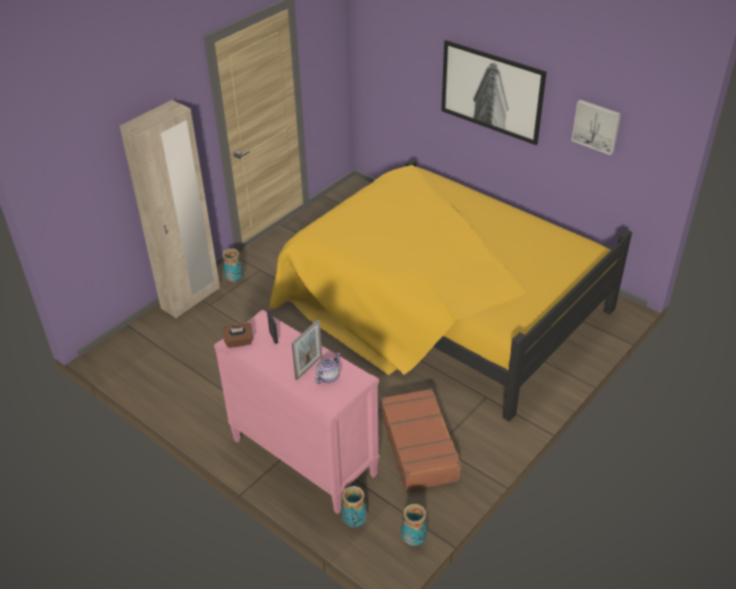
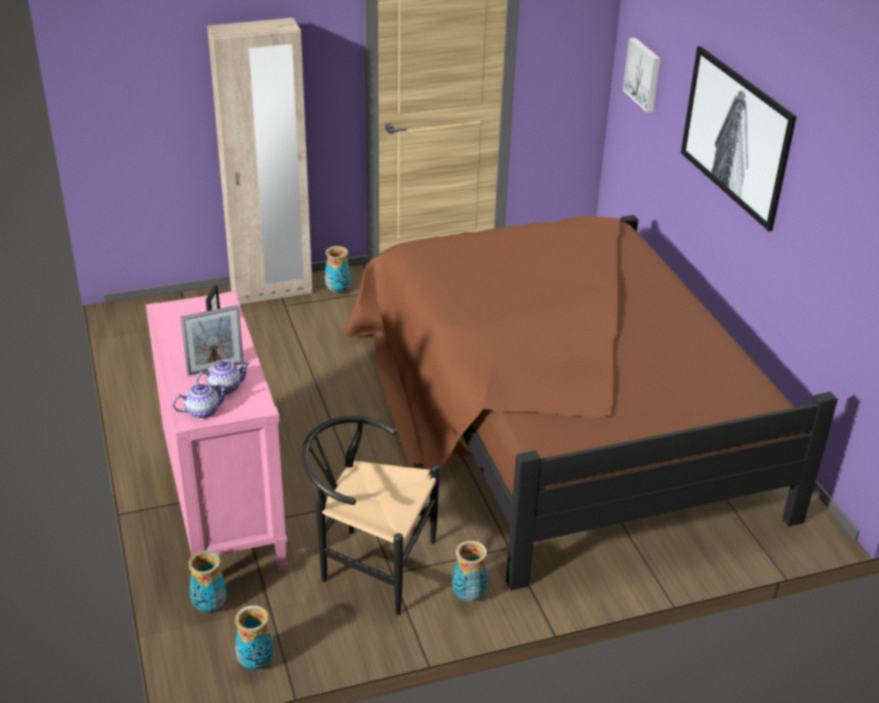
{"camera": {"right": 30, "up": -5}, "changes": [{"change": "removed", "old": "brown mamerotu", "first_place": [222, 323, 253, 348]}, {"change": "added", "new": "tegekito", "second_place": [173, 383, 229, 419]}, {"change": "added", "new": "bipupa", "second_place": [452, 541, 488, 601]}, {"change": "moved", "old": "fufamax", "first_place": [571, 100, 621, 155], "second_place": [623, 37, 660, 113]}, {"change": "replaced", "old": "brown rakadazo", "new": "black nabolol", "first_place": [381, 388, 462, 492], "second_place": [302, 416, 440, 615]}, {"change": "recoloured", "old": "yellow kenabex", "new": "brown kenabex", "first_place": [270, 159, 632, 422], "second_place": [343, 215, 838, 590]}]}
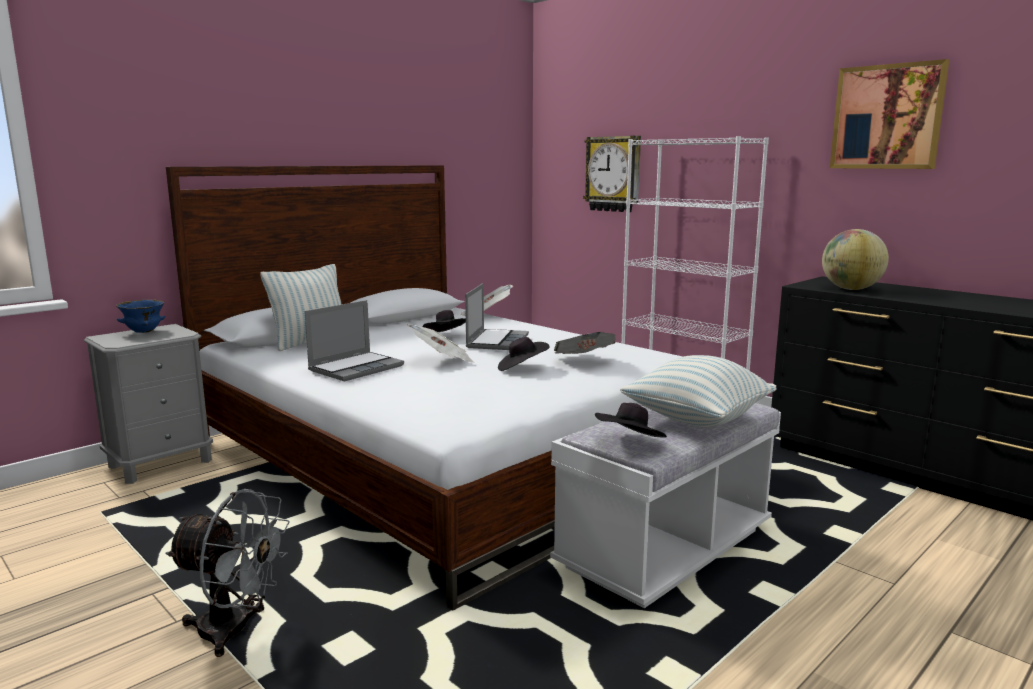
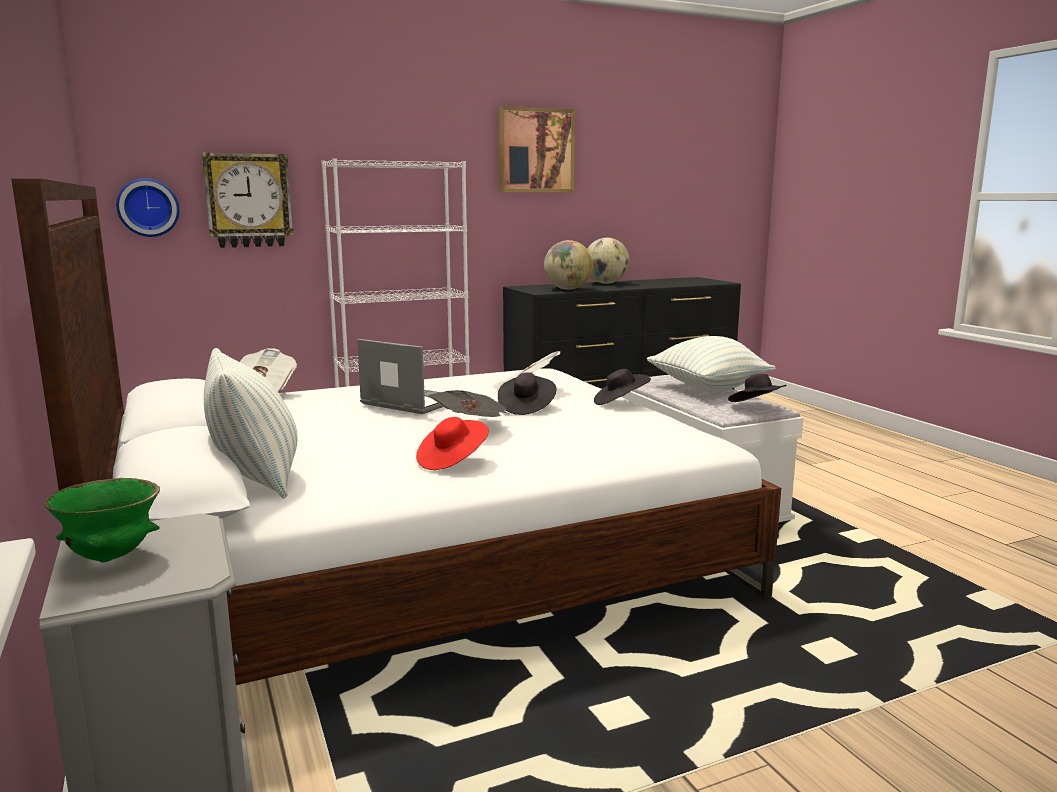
{"camera": {"right": -70, "up": 0}, "changes": [{"change": "removed", "old": "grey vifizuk", "first_place": [166, 489, 290, 657]}, {"change": "added", "new": "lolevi", "second_place": [116, 178, 180, 237]}, {"change": "added", "new": "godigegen", "second_place": [587, 238, 630, 284]}, {"change": "moved", "old": "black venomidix", "first_place": [422, 310, 466, 332], "second_place": [594, 369, 651, 405]}, {"change": "replaced", "old": "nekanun", "new": "red venomidix", "first_place": [305, 300, 404, 382], "second_place": [416, 417, 489, 470]}, {"change": "recoloured", "old": "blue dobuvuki", "new": "green dobuvuki", "first_place": [116, 300, 165, 333], "second_place": [44, 478, 160, 563]}]}
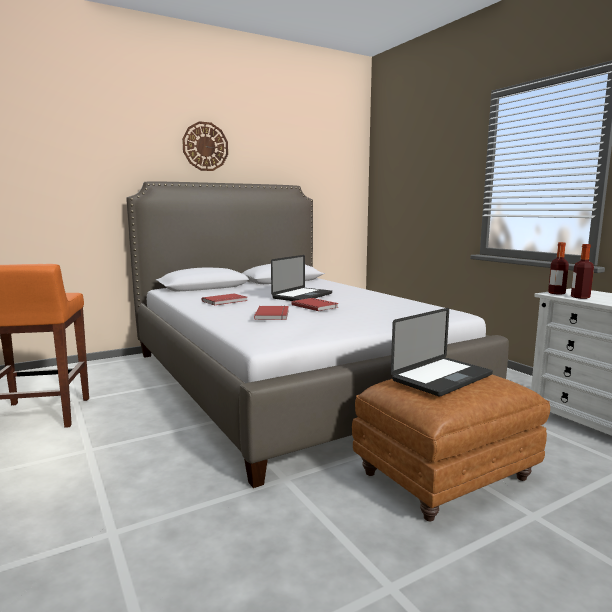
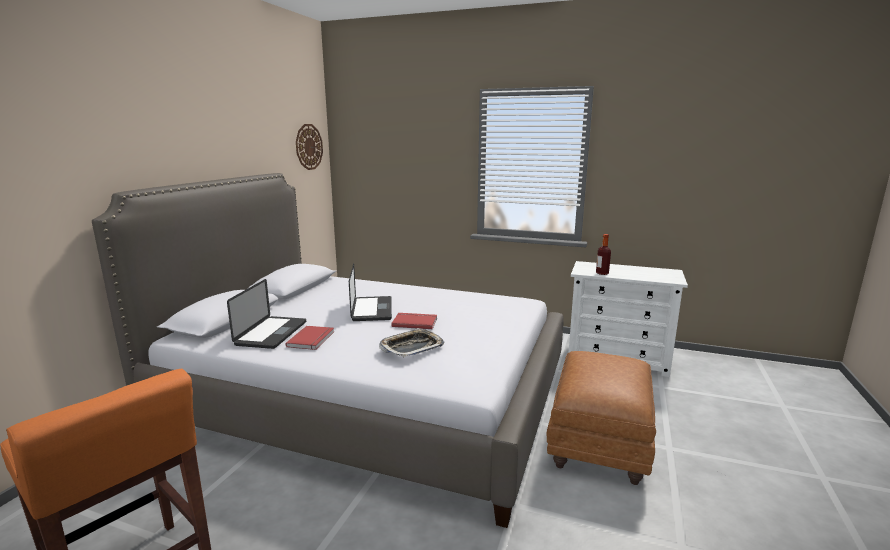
{"camera": {"right": -40, "up": 5}, "changes": [{"change": "removed", "old": "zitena", "first_place": [548, 242, 569, 295]}, {"change": "moved", "old": "lolevi", "first_place": [182, 121, 228, 171], "second_place": [296, 124, 323, 170]}, {"change": "moved", "old": "nekanun", "first_place": [391, 308, 493, 397], "second_place": [227, 279, 306, 349]}, {"change": "replaced", "old": "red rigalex", "new": "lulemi", "first_place": [254, 306, 289, 320], "second_place": [379, 328, 445, 357]}]}
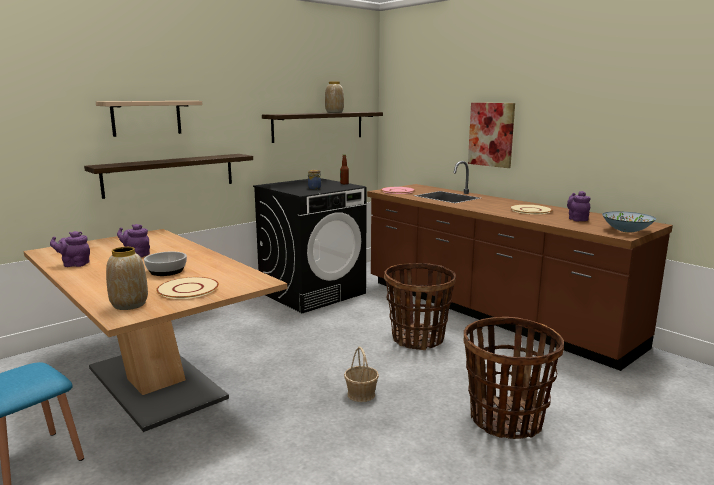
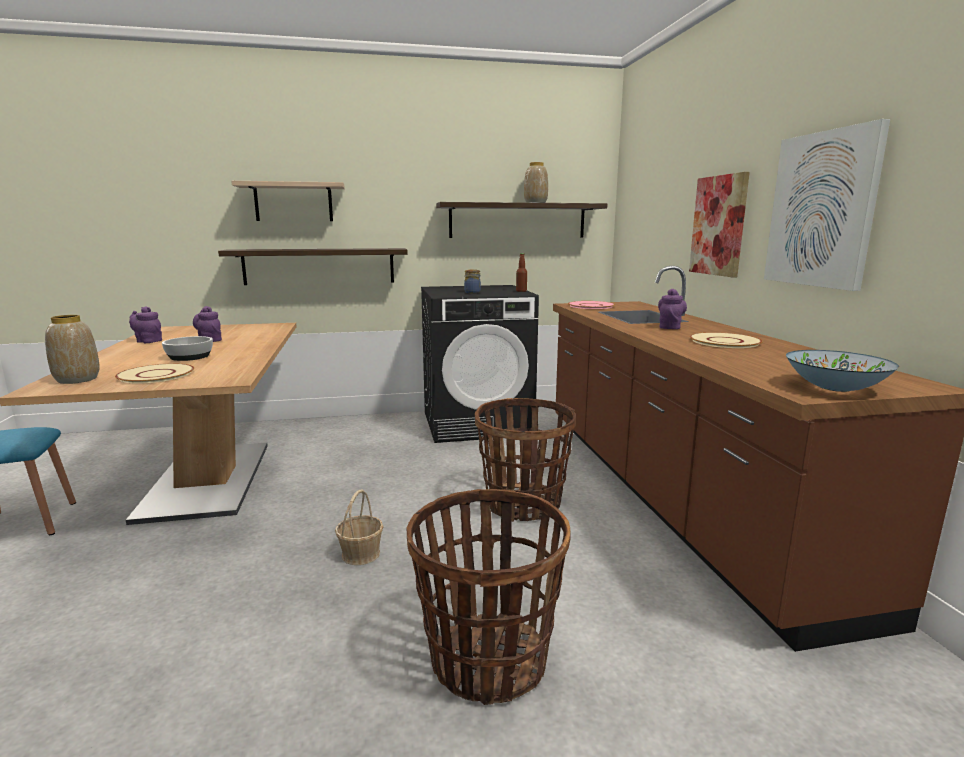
{"camera": {"right": 30, "up": 0}, "changes": [{"change": "added", "new": "fufamax", "second_place": [764, 119, 890, 291]}, {"change": "moved", "old": "purple tegekito", "first_place": [567, 191, 590, 221], "second_place": [658, 288, 687, 329]}]}
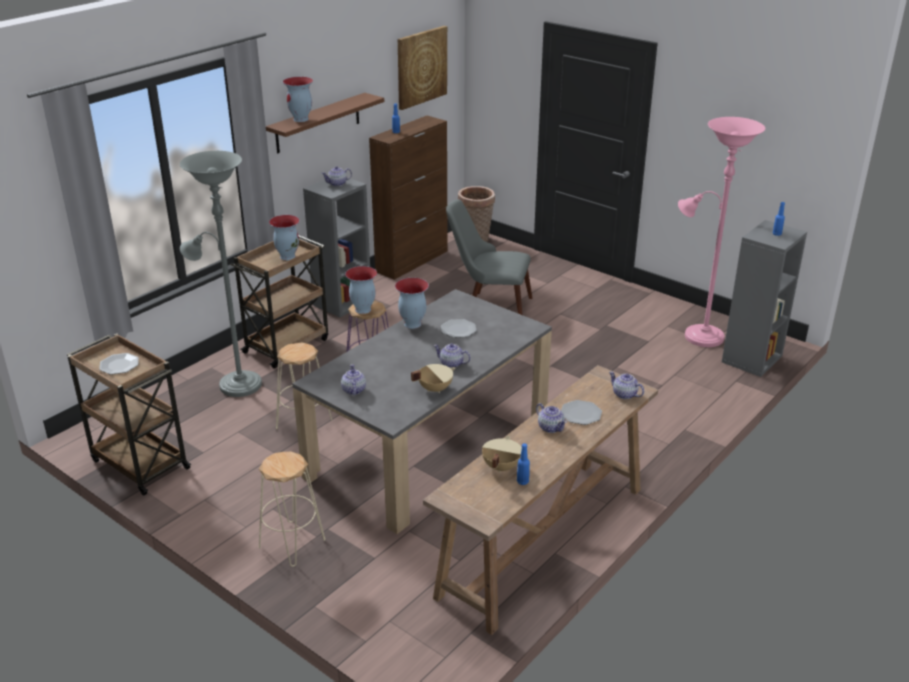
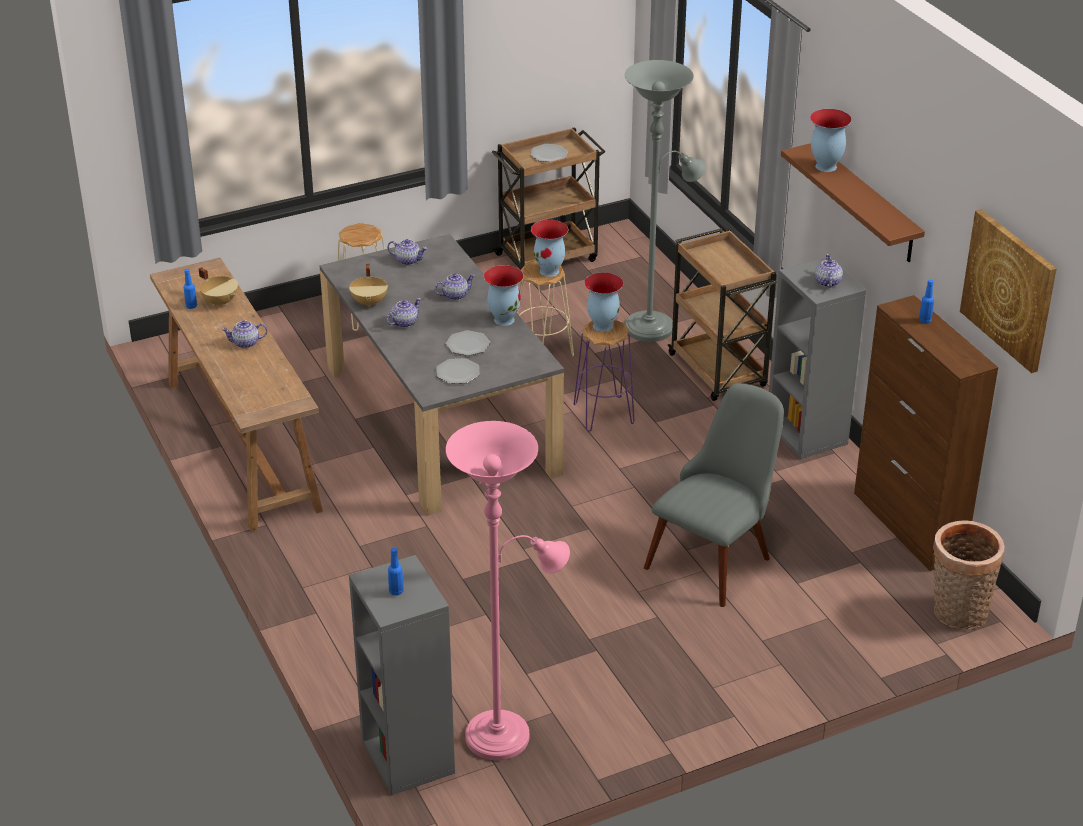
{"camera": {"right": 115, "up": 5}, "changes": [{"change": "moved", "old": "bipupa", "first_place": [269, 215, 300, 260], "second_place": [531, 220, 568, 277]}, {"change": "moved", "old": "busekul", "first_place": [561, 400, 602, 425], "second_place": [436, 358, 480, 384]}, {"change": "moved", "old": "tegekito", "first_place": [609, 371, 644, 399], "second_place": [434, 274, 475, 300]}]}
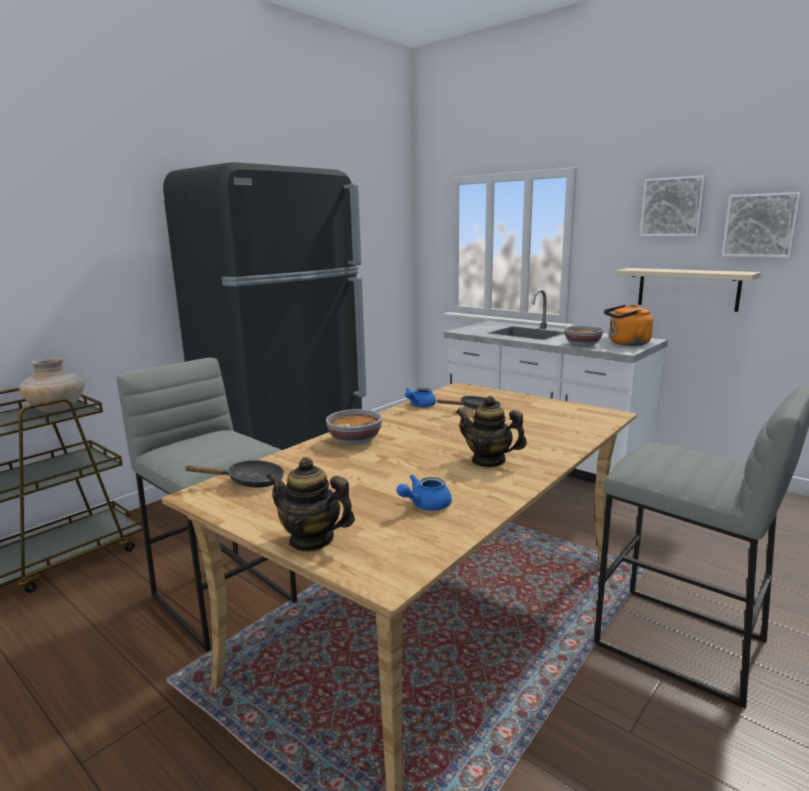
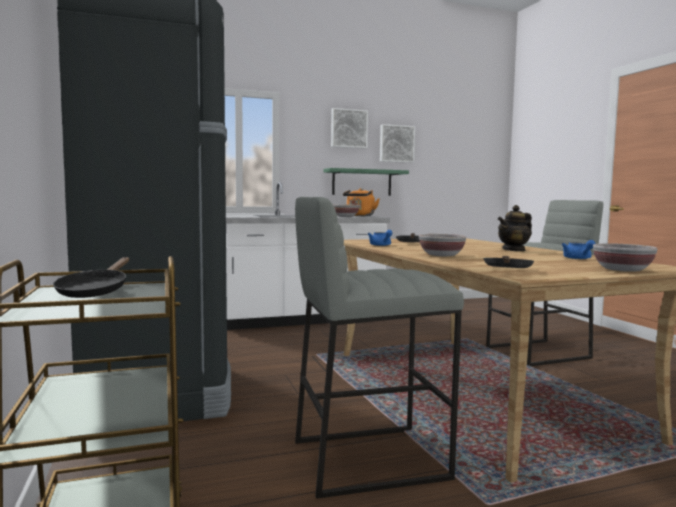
{"camera": {"right": -60, "up": -10}, "changes": [{"change": "replaced", "old": "beige bipupa", "new": "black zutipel", "first_place": [19, 358, 84, 412], "second_place": [53, 257, 129, 298]}, {"change": "replaced", "old": "tegekito", "new": "dobuvuki", "first_place": [266, 457, 355, 552], "second_place": [593, 243, 657, 272]}, {"change": "recoloured", "old": "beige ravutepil", "new": "green ravutepil", "first_place": [615, 268, 761, 312], "second_place": [323, 168, 409, 196]}]}
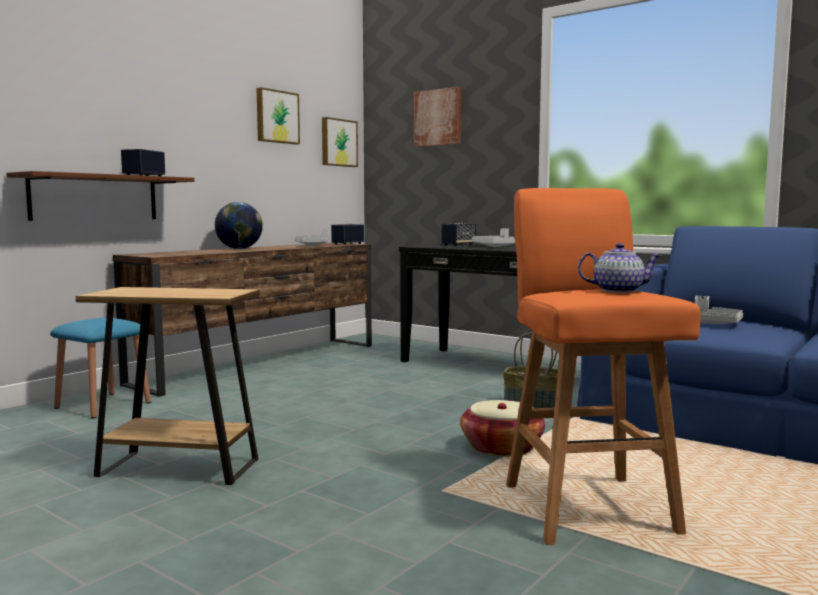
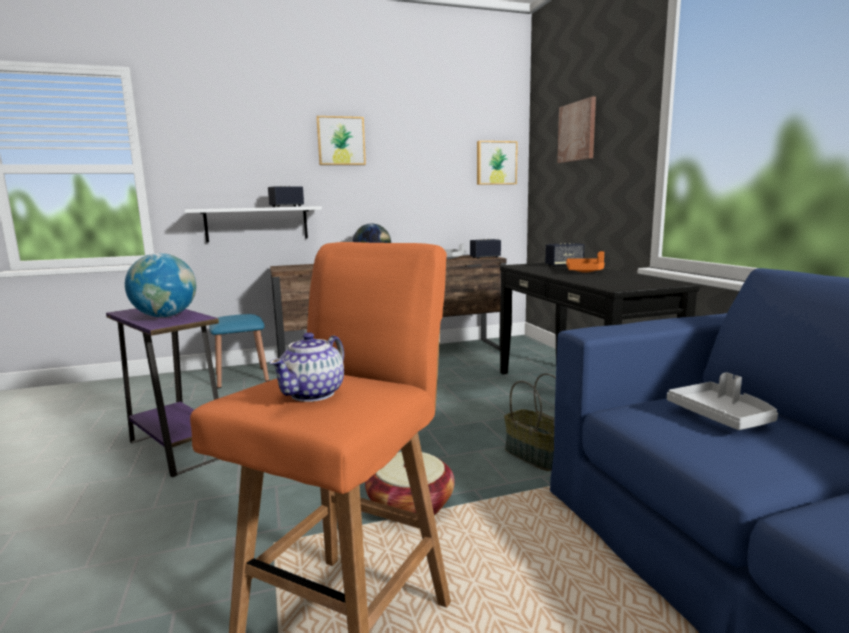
{"camera": {"right": 35, "up": 5}, "changes": [{"change": "added", "new": "godigegen", "second_place": [125, 253, 196, 317]}, {"change": "moved", "old": "fufamax", "first_place": [256, 87, 300, 145], "second_place": [316, 116, 366, 165]}, {"change": "recoloured", "old": "brown ravutepil", "new": "white ravutepil", "first_place": [6, 171, 195, 221], "second_place": [184, 206, 322, 242]}, {"change": "recoloured", "old": "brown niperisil", "new": "purple niperisil", "first_place": [76, 287, 260, 485], "second_place": [106, 308, 219, 477]}, {"change": "recoloured", "old": "grey lulemi", "new": "orange lulemi", "first_place": [472, 228, 515, 247], "second_place": [566, 251, 605, 273]}, {"change": "turned", "old": "tegekito", "first_place": [578, 243, 662, 293], "second_place": [270, 332, 344, 402], "degrees": 75}]}
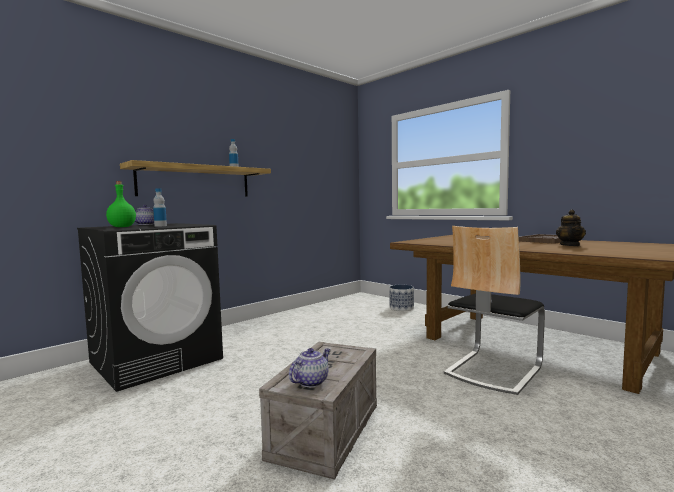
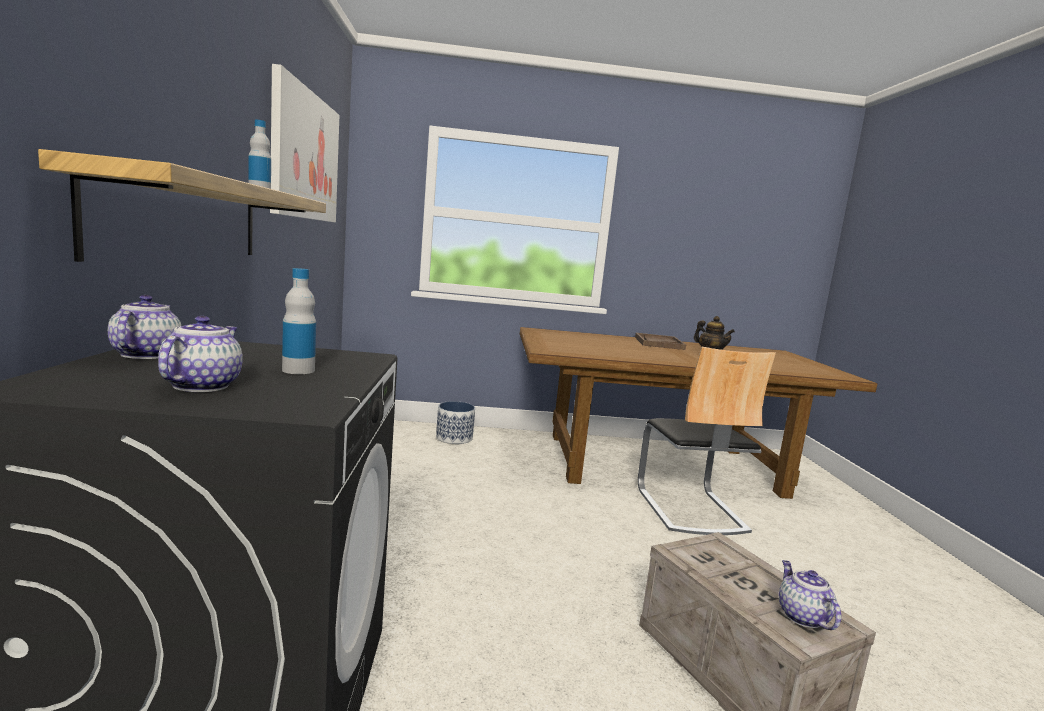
{"camera": {"right": -50, "up": 5}, "changes": [{"change": "added", "new": "fufamax", "second_place": [270, 64, 339, 222]}, {"change": "replaced", "old": "green zitena", "new": "tegekito", "first_place": [106, 181, 136, 227], "second_place": [158, 316, 243, 392]}]}
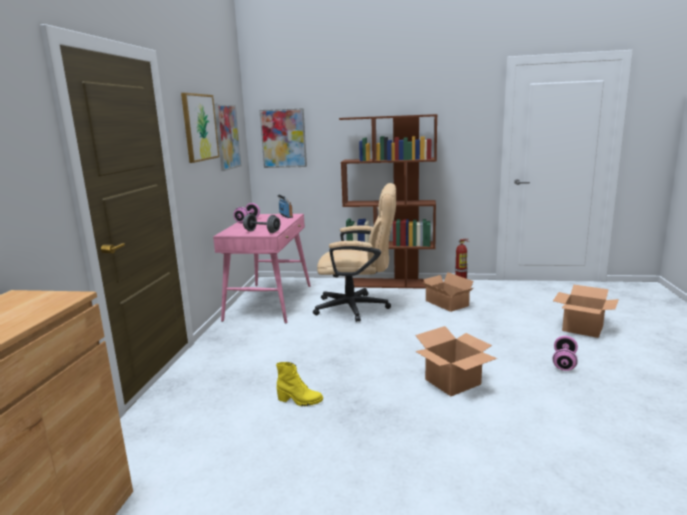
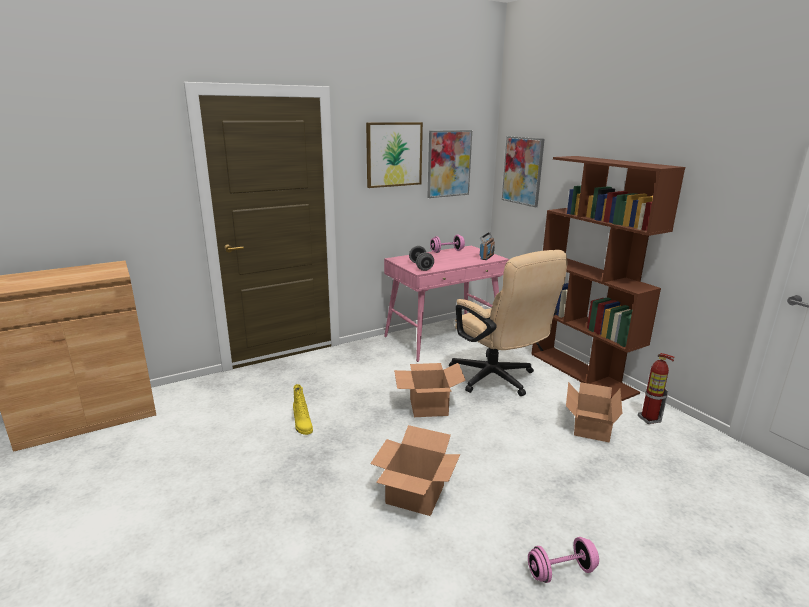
{"camera": {"right": 50, "up": 5}, "changes": [{"change": "moved", "old": "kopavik", "first_place": [553, 285, 619, 338], "second_place": [394, 363, 466, 417]}]}
